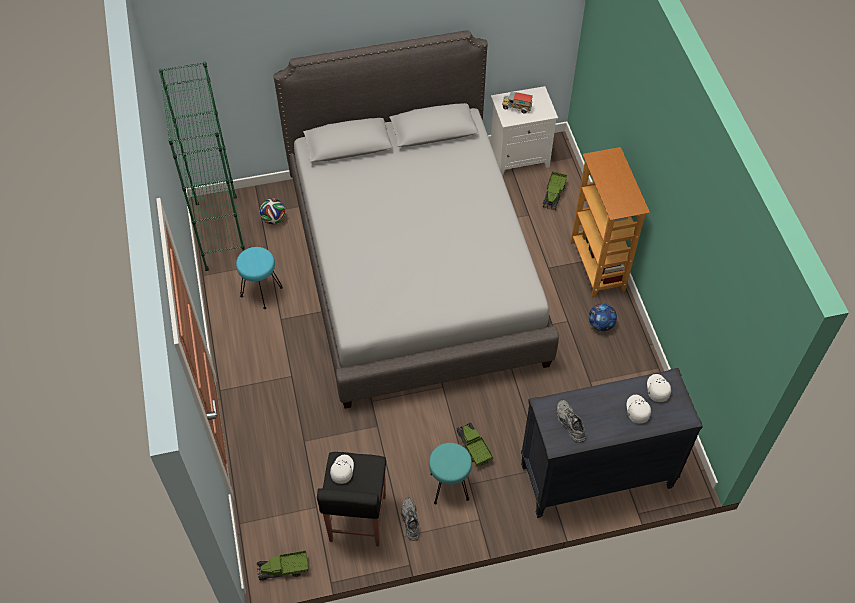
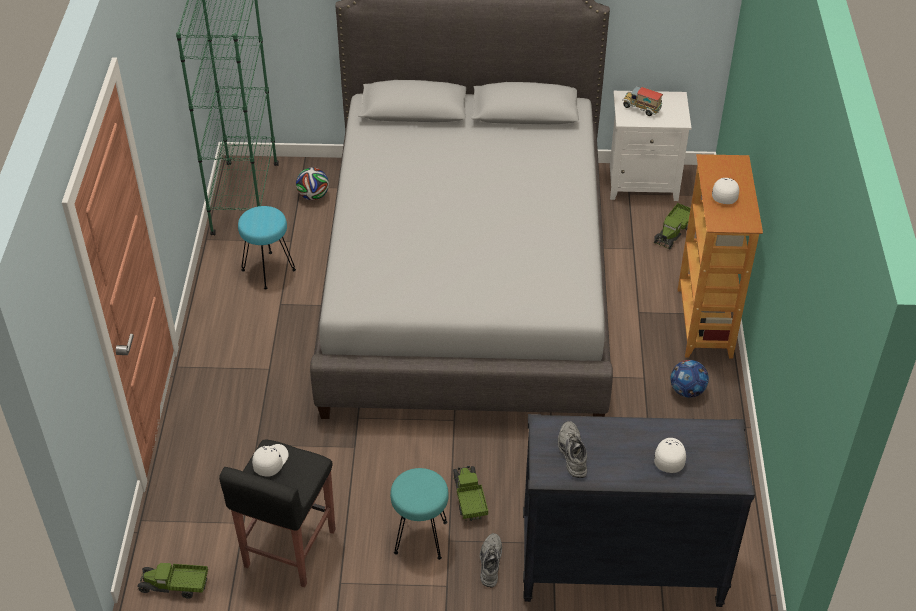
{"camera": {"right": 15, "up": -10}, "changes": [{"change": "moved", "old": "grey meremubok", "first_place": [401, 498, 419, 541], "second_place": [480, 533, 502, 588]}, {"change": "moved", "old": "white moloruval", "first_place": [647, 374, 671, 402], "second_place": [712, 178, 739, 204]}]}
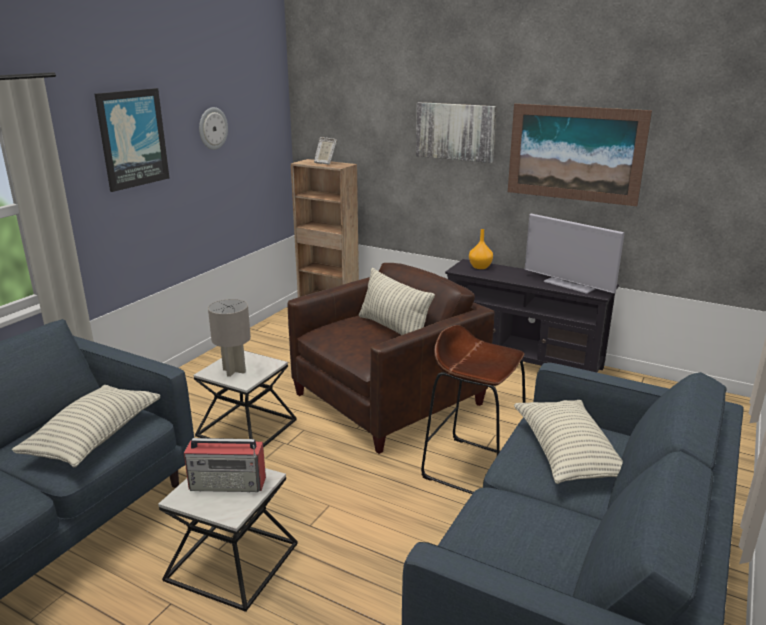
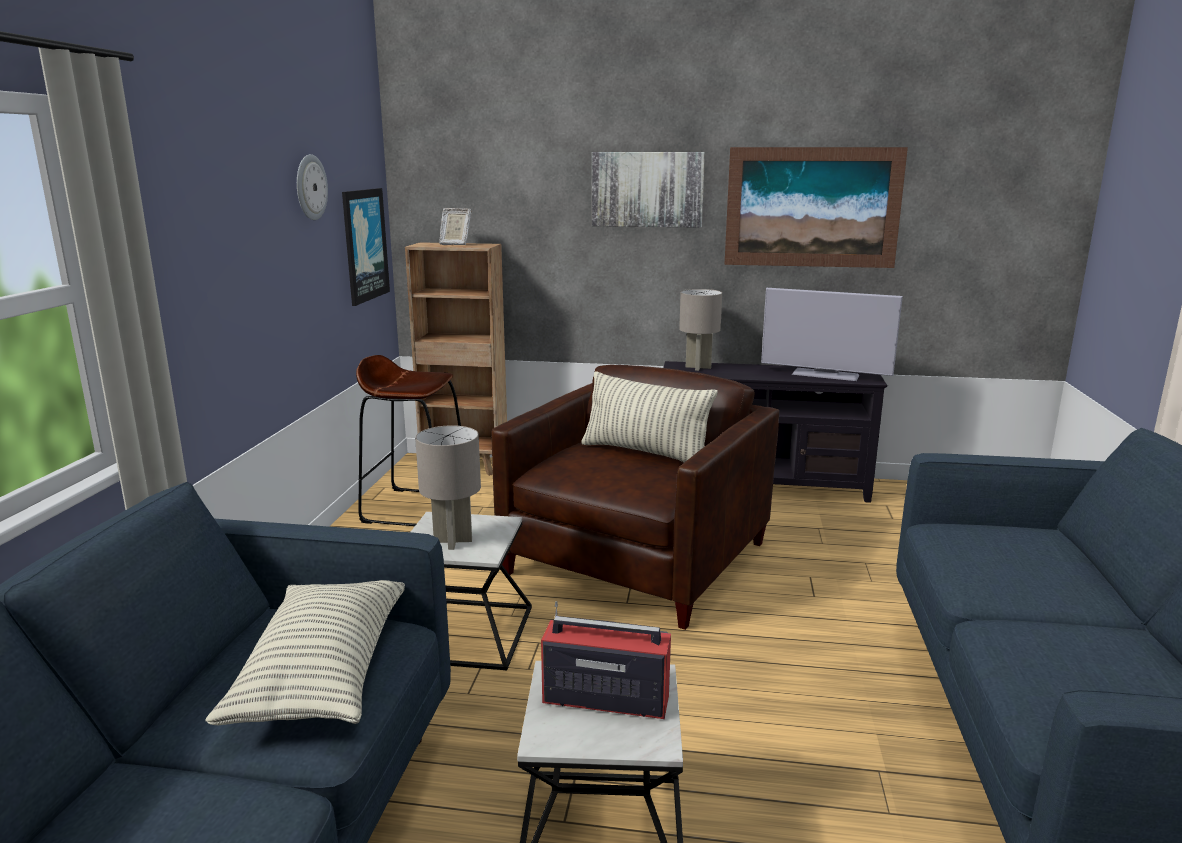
{"camera": {"right": -20, "up": -5}, "changes": [{"change": "removed", "old": "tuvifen", "first_place": [514, 400, 623, 484]}, {"change": "moved", "old": "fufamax", "first_place": [94, 88, 169, 192], "second_place": [342, 188, 390, 306]}, {"change": "moved", "old": "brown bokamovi", "first_place": [421, 325, 525, 494], "second_place": [356, 355, 461, 526]}, {"change": "replaced", "old": "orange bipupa", "new": "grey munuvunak", "first_place": [469, 229, 493, 269], "second_place": [679, 289, 722, 371]}, {"change": "turned", "old": "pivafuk", "first_place": [184, 438, 266, 492], "second_place": [541, 601, 671, 719], "degrees": -150}]}
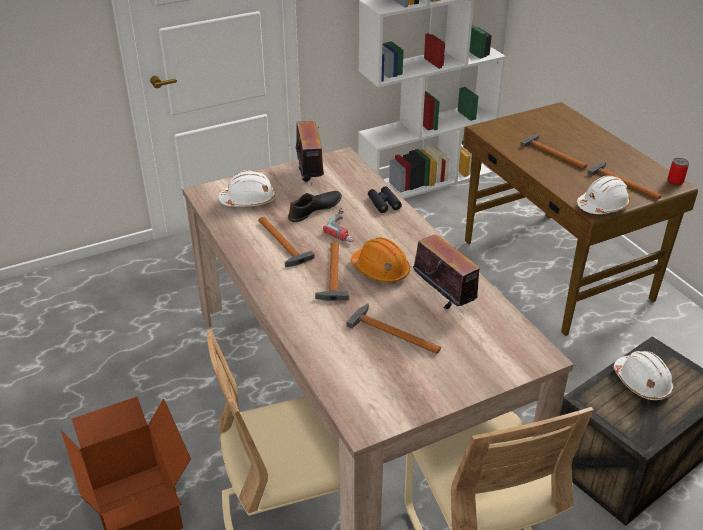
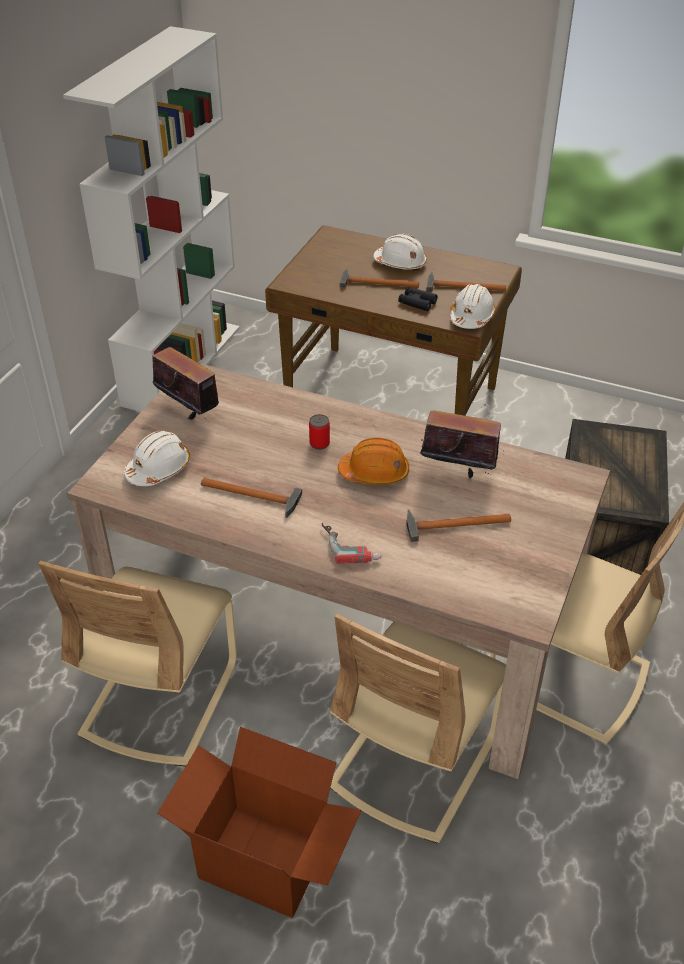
{"camera": {"right": -40, "up": 5}, "changes": [{"change": "removed", "old": "black meremubok", "first_place": [288, 191, 342, 222]}, {"change": "removed", "old": "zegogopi", "first_place": [315, 242, 349, 301]}, {"change": "added", "new": "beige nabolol", "second_place": [38, 561, 237, 766]}, {"change": "moved", "old": "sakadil", "first_place": [323, 208, 354, 242], "second_place": [322, 523, 382, 564]}, {"change": "moved", "old": "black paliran", "first_place": [368, 186, 402, 213], "second_place": [398, 287, 438, 311]}, {"change": "moved", "old": "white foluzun", "first_place": [614, 351, 674, 400], "second_place": [373, 234, 427, 271]}, {"change": "moved", "old": "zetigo", "first_place": [667, 158, 689, 186], "second_place": [309, 414, 330, 450]}]}
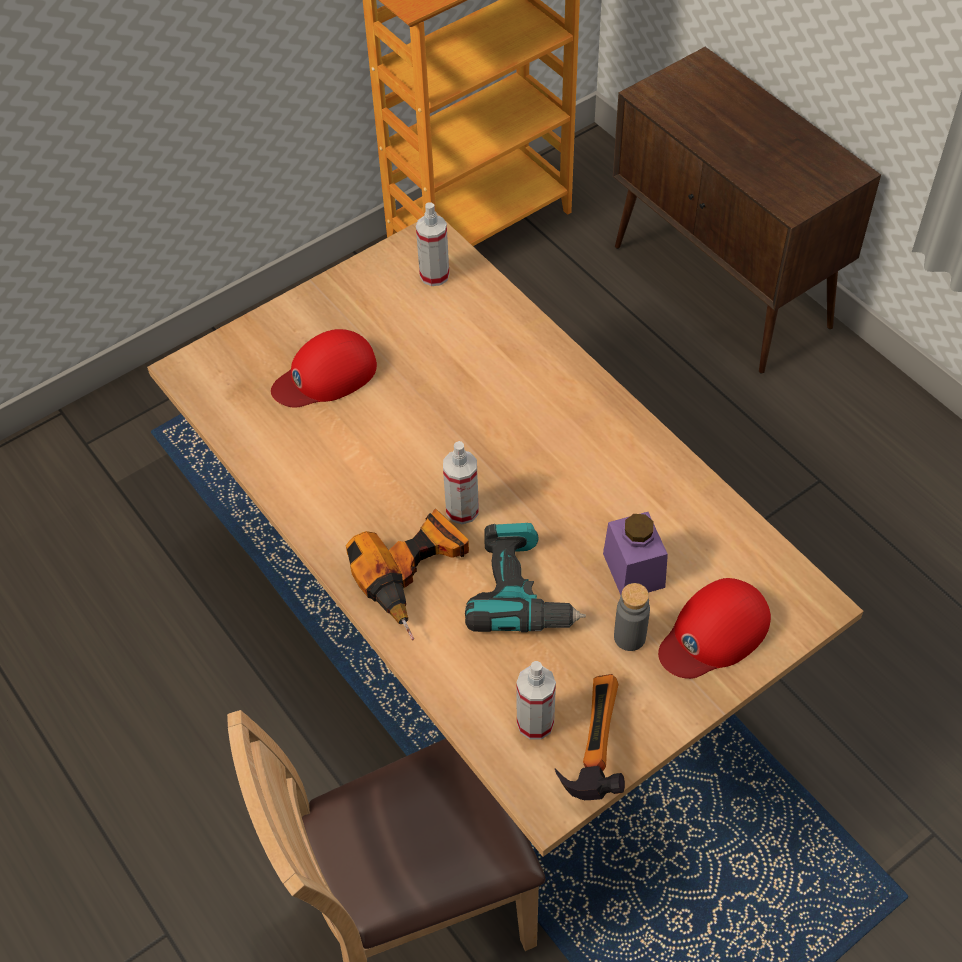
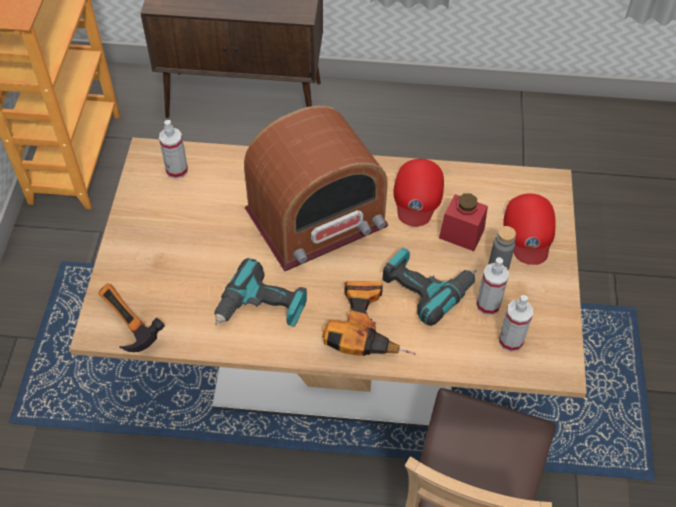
{"camera": {"right": -50, "up": 0}, "changes": [{"change": "added", "new": "sakadil", "second_place": [214, 258, 307, 327]}, {"change": "added", "new": "pivafuk", "second_place": [244, 106, 389, 271]}, {"change": "moved", "old": "red moloruval", "first_place": [271, 329, 377, 408], "second_place": [393, 159, 444, 226]}, {"change": "moved", "old": "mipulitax", "first_place": [443, 441, 479, 524], "second_place": [476, 257, 509, 315]}, {"change": "moved", "old": "zegogopi", "first_place": [555, 674, 625, 800], "second_place": [98, 283, 165, 352]}, {"change": "recoloured", "old": "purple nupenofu", "new": "red nupenofu", "first_place": [603, 512, 668, 595], "second_place": [439, 193, 488, 251]}]}
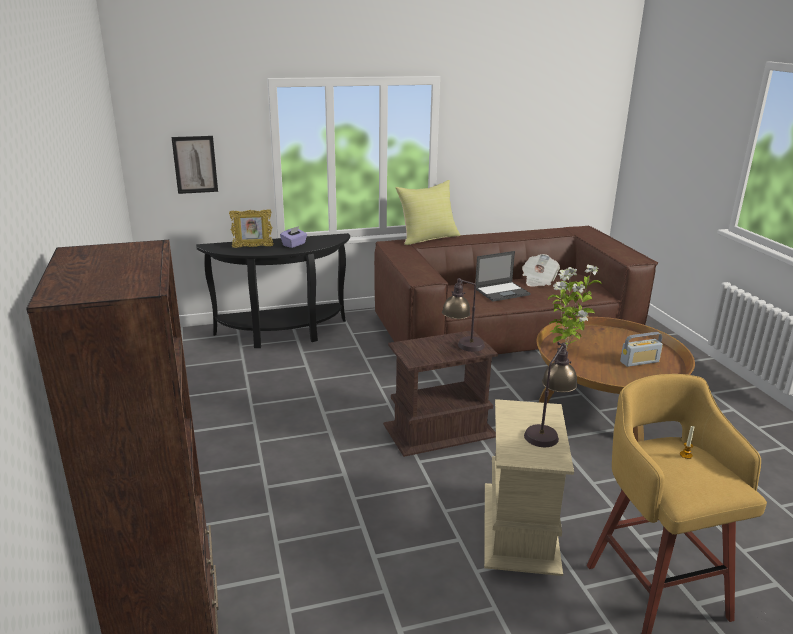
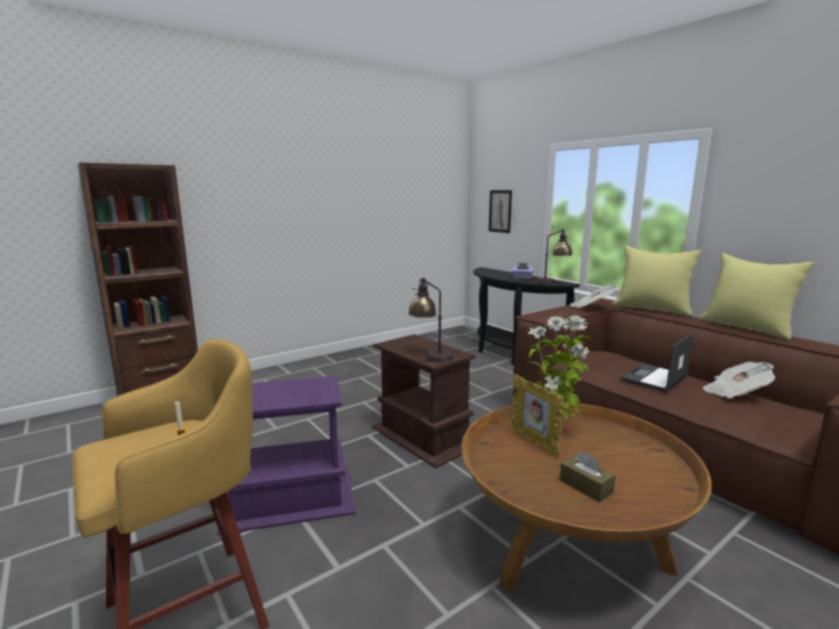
{"camera": {"right": 70, "up": -10}, "changes": [{"change": "added", "new": "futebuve", "second_place": [570, 284, 618, 308]}, {"change": "added", "new": "yellow tuvifen", "second_place": [699, 253, 815, 340]}, {"change": "moved", "old": "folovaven", "first_place": [229, 209, 274, 248], "second_place": [510, 374, 564, 457]}, {"change": "moved", "old": "munuvunak", "first_place": [524, 342, 578, 447], "second_place": [535, 229, 573, 284]}, {"change": "replaced", "old": "pivafuk", "new": "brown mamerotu", "first_place": [620, 332, 663, 367], "second_place": [560, 452, 615, 502]}, {"change": "recoloured", "old": "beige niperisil", "new": "purple niperisil", "first_place": [484, 399, 574, 576], "second_place": [217, 376, 356, 535]}, {"change": "turned", "old": "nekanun", "first_place": [475, 251, 531, 302], "second_place": [620, 333, 693, 392], "degrees": 90}]}
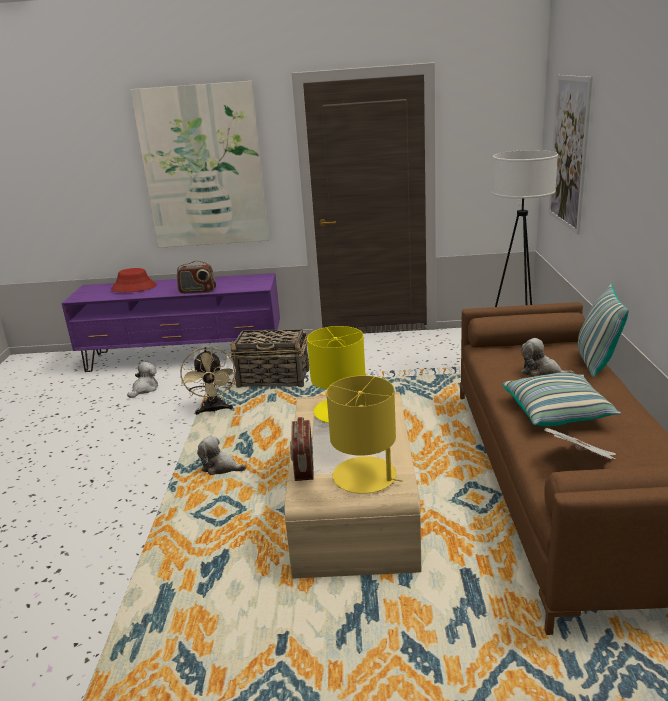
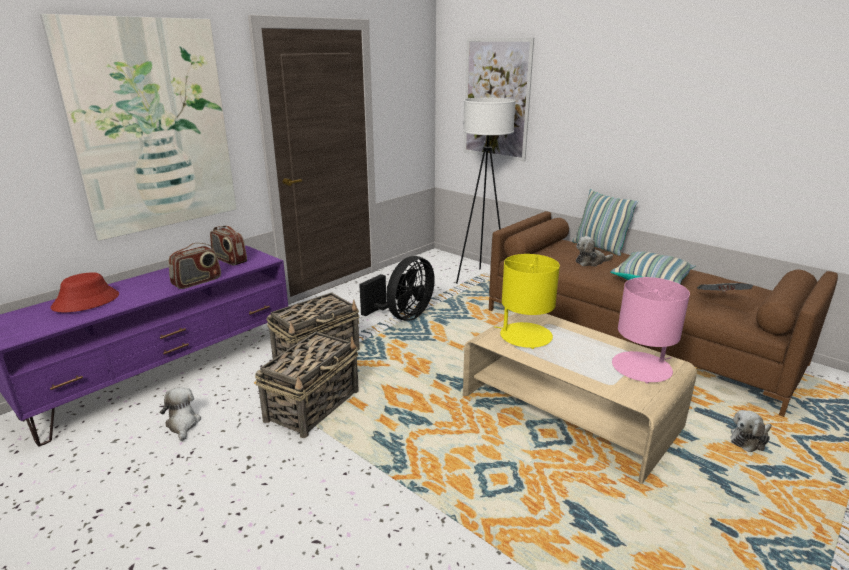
{"camera": {"right": -50, "up": 0}, "changes": [{"change": "added", "new": "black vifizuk", "second_place": [359, 256, 435, 321]}, {"change": "moved", "old": "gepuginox", "first_place": [197, 436, 246, 475], "second_place": [730, 410, 772, 452]}, {"change": "moved", "old": "pivafuk", "first_place": [290, 417, 314, 481], "second_place": [210, 226, 247, 266]}, {"change": "replaced", "old": "beige vifizuk", "new": "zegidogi", "first_place": [180, 347, 236, 415], "second_place": [255, 331, 358, 438]}, {"change": "recoloured", "old": "yellow munuvunak", "new": "pink munuvunak", "first_place": [326, 375, 403, 494], "second_place": [612, 277, 690, 384]}]}
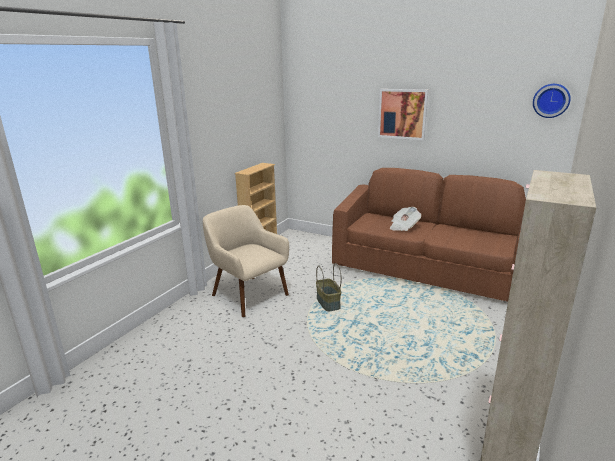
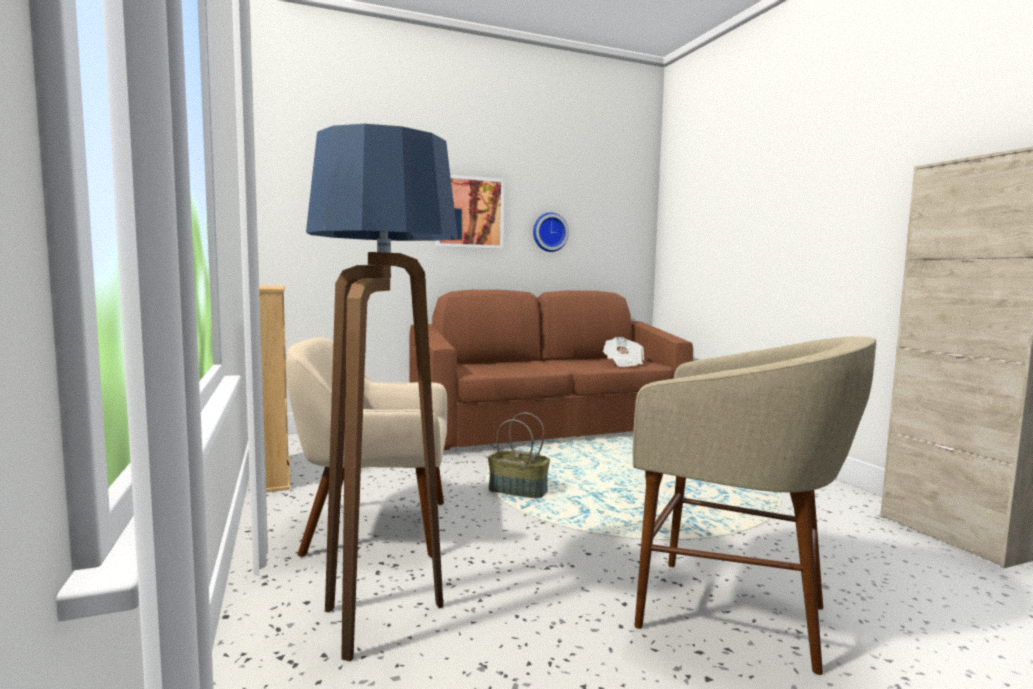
{"camera": {"right": -50, "up": -15}, "changes": [{"change": "added", "new": "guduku", "second_place": [306, 124, 458, 661]}, {"change": "added", "new": "beige bokamovi", "second_place": [633, 337, 876, 675]}, {"change": "moved", "old": "futebuve", "first_place": [390, 207, 421, 231], "second_place": [603, 337, 644, 367]}, {"change": "moved", "old": "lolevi", "first_place": [533, 84, 571, 118], "second_place": [533, 212, 569, 252]}]}
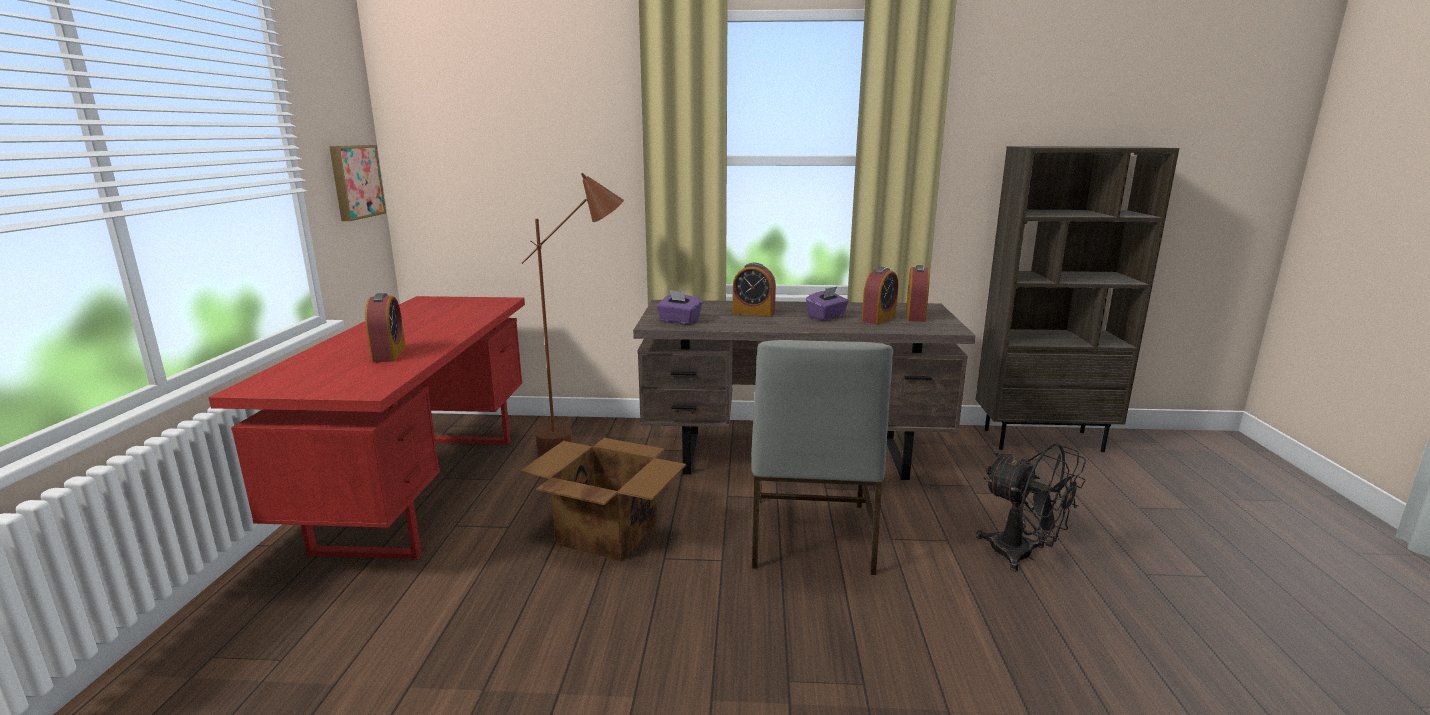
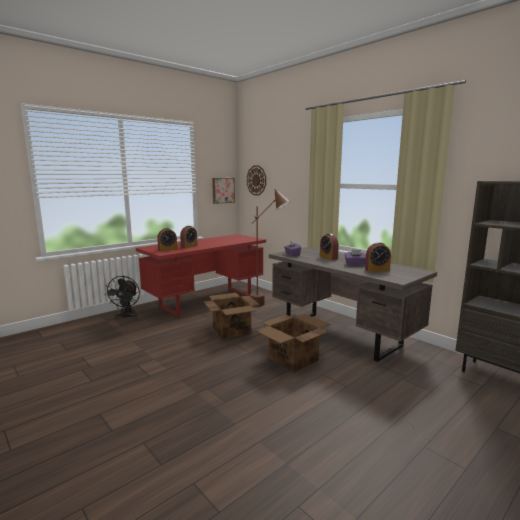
{"camera": {"right": 45, "up": -5}, "changes": [{"change": "added", "new": "lolevi", "second_place": [247, 165, 266, 195]}, {"change": "moved", "old": "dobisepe", "first_place": [906, 265, 930, 322], "second_place": [157, 228, 177, 251]}, {"change": "moved", "old": "black vifizuk", "first_place": [976, 443, 1086, 572], "second_place": [106, 276, 140, 318]}, {"change": "replaced", "old": "grey nabolol", "new": "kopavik", "first_place": [751, 340, 893, 575], "second_place": [256, 314, 330, 372]}]}
